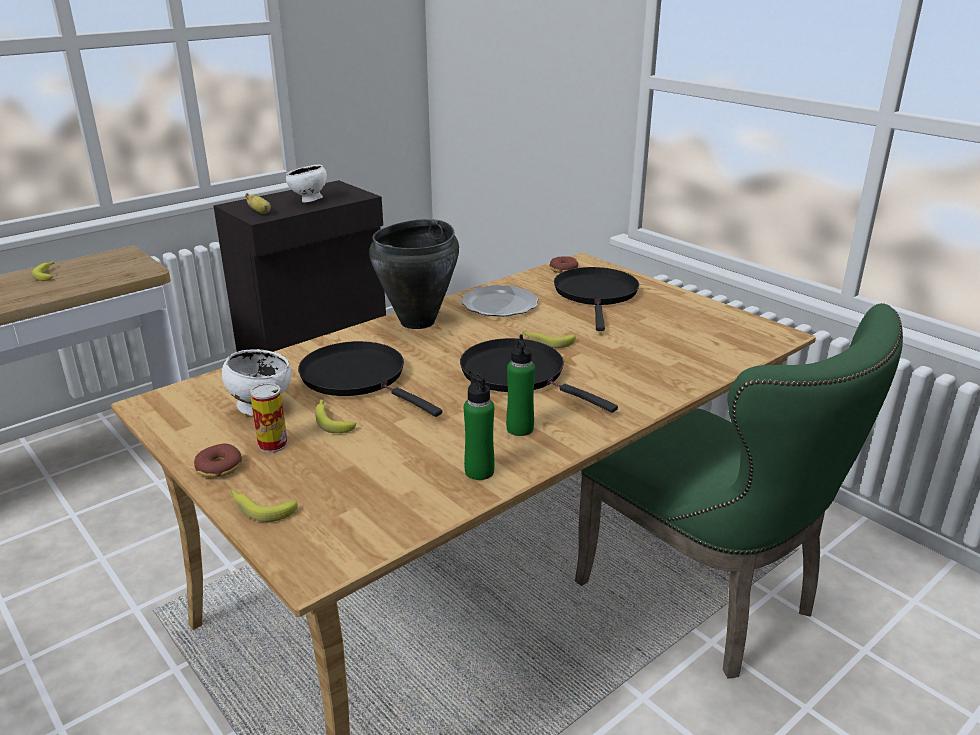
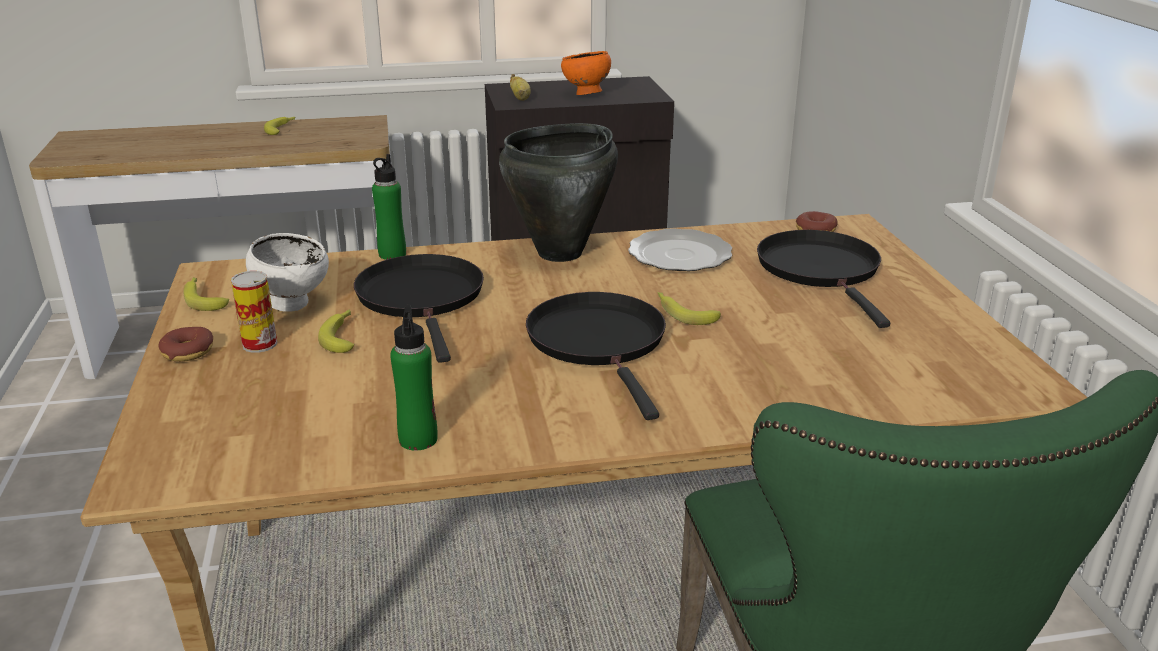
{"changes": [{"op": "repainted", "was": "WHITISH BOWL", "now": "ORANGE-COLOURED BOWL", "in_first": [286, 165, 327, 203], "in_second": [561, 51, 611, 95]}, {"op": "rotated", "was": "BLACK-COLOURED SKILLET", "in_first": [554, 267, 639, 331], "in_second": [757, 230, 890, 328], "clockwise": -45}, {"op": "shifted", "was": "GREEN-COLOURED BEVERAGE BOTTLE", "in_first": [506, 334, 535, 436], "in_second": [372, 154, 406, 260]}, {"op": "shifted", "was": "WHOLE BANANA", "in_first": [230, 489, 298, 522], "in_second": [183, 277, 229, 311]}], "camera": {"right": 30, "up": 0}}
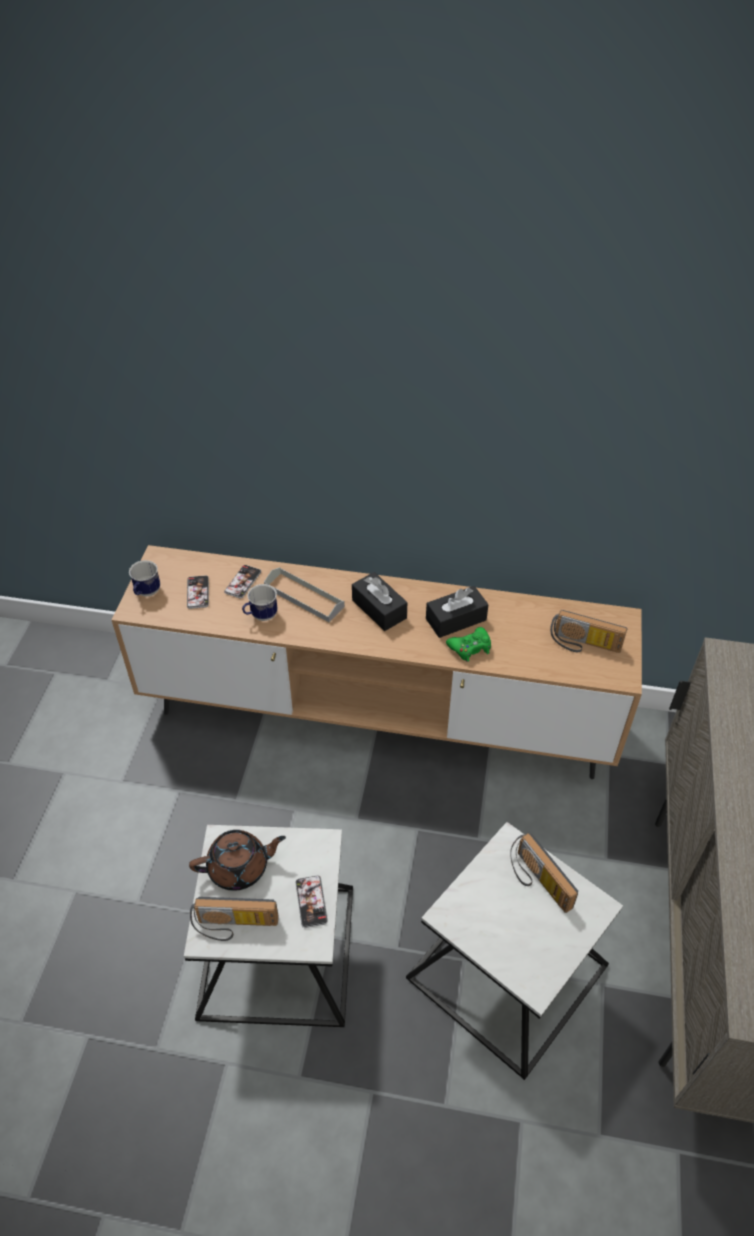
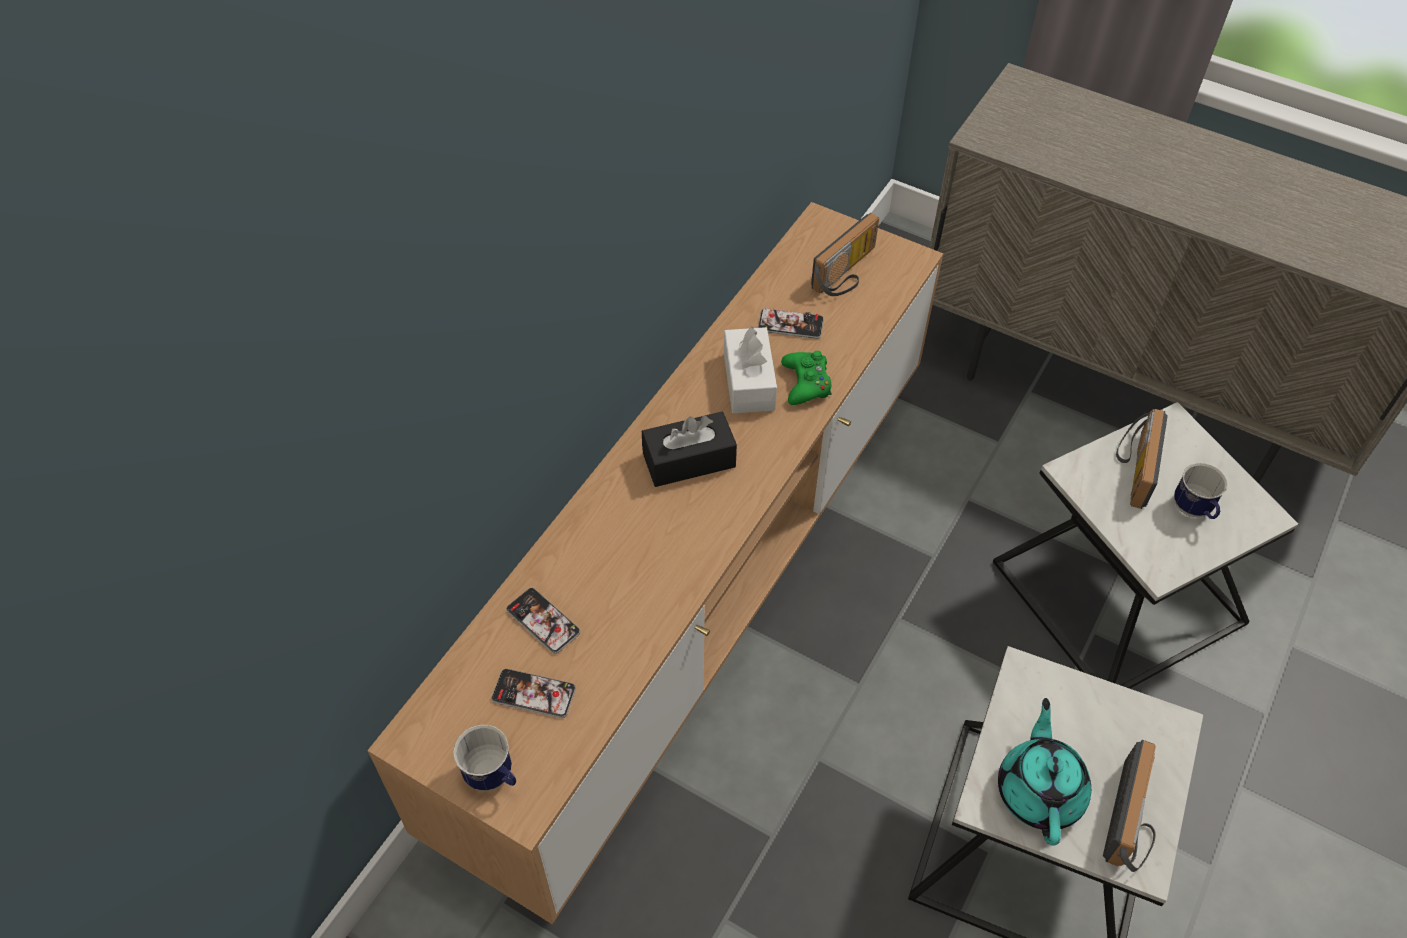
{"changes": [{"op": "gone", "was": "GRAY CARRYING TRAY", "in_first": [264, 567, 345, 622]}, {"op": "shifted", "was": "MUG", "in_first": [242, 584, 278, 621], "in_second": [1174, 463, 1228, 519]}, {"op": "repainted", "was": "BLACK-COLOURED BOX OF TISSUES", "now": "WHITISH BOX OF TISSUES", "in_first": [426, 586, 489, 638], "in_second": [724, 326, 777, 413]}, {"op": "repainted", "was": "BROWNISH TEA POT", "now": "BLUE-GREEN TEA POT", "in_first": [189, 830, 286, 891], "in_second": [998, 698, 1091, 845]}, {"op": "rotated", "was": "RADIO RECEIVER", "in_first": [510, 833, 578, 913], "in_second": [1116, 409, 1168, 509], "clockwise": 120}, {"op": "shifted", "was": "PHONE", "in_first": [296, 875, 328, 928], "in_second": [758, 308, 824, 339]}], "camera": {"right": -70, "up": 5}}
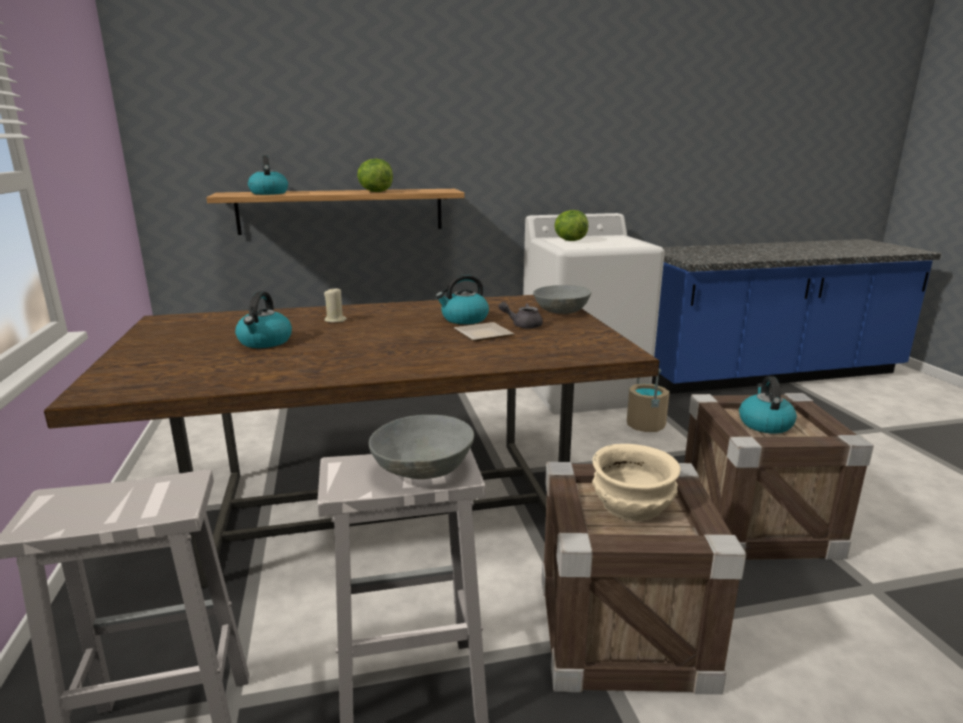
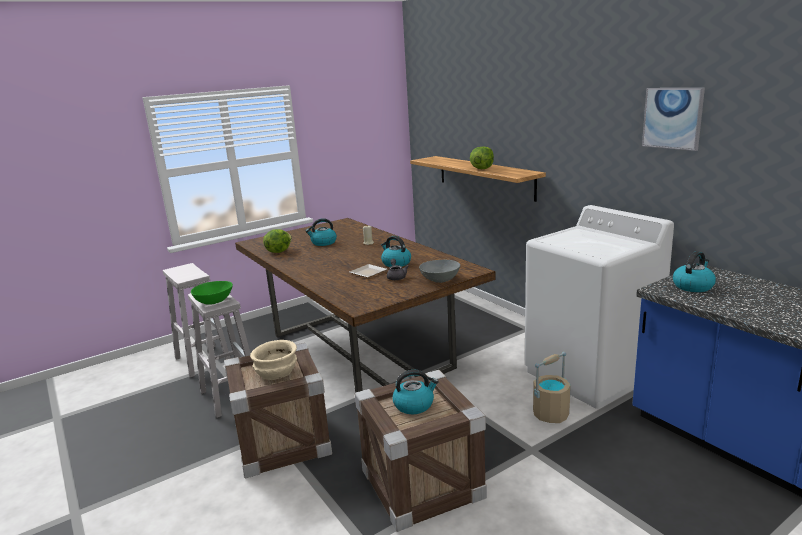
{"changes": [{"op": "shifted", "was": "TEA KETTLE", "in_first": [248, 155, 288, 195], "in_second": [673, 251, 716, 292]}, {"op": "shifted", "was": "LETTUCE", "in_first": [554, 210, 588, 241], "in_second": [263, 229, 292, 253]}, {"op": "repainted", "was": "GRAY BOWL", "now": "GREEN-COLOURED BOWL", "in_first": [369, 415, 474, 479], "in_second": [191, 281, 233, 305]}, {"op": "new", "now": "WALL ART", "in_second": [642, 88, 705, 151]}], "camera": {"right": 70, "up": 0}}
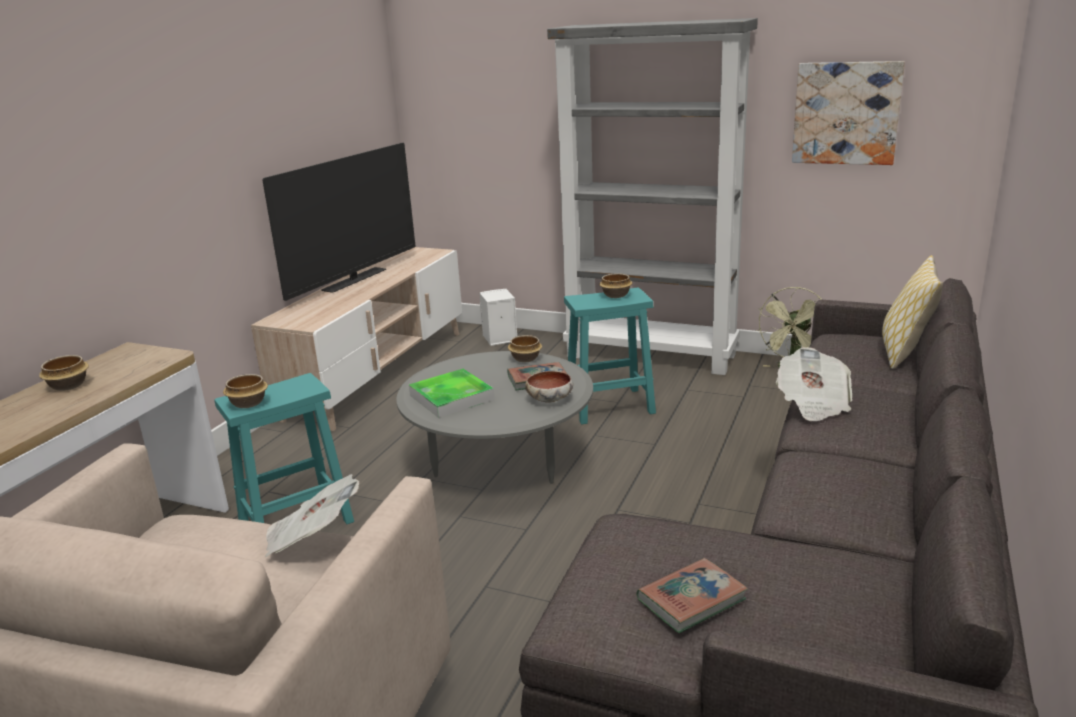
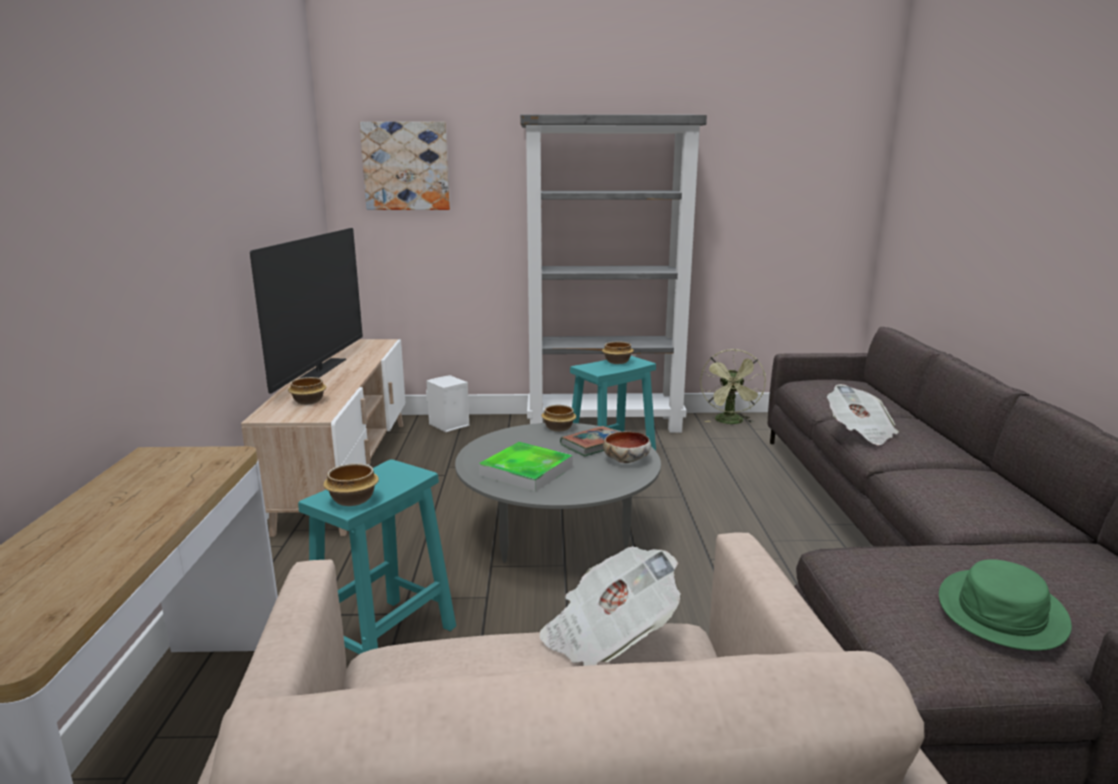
{"changes": [{"op": "shifted", "was": "WALL ART", "in_first": [792, 61, 905, 165], "in_second": [360, 122, 450, 210]}, {"op": "gone", "was": "PILLOW", "in_first": [882, 255, 943, 369]}, {"op": "shifted", "was": "BOWL", "in_first": [39, 355, 89, 391], "in_second": [288, 377, 326, 405]}, {"op": "swapped", "was": "BOOK", "now": "GREEN-COLOURED WEARABLE HAT", "in_first": [637, 558, 748, 633], "in_second": [939, 559, 1072, 651]}], "camera": {"right": -25, "up": -5}}
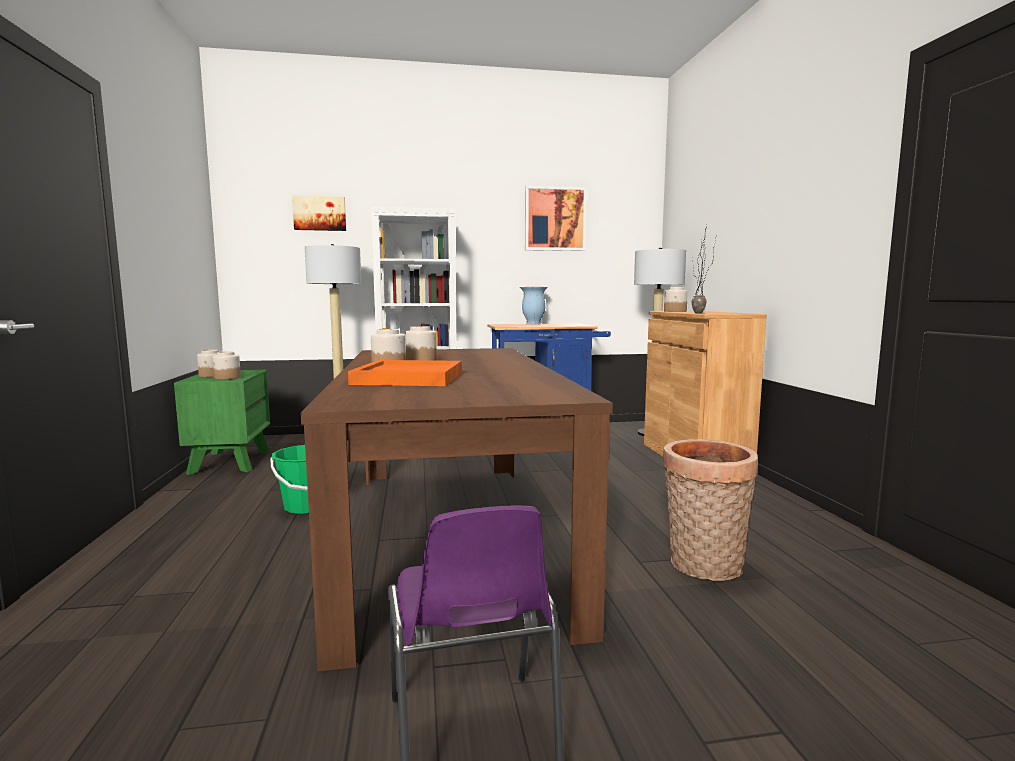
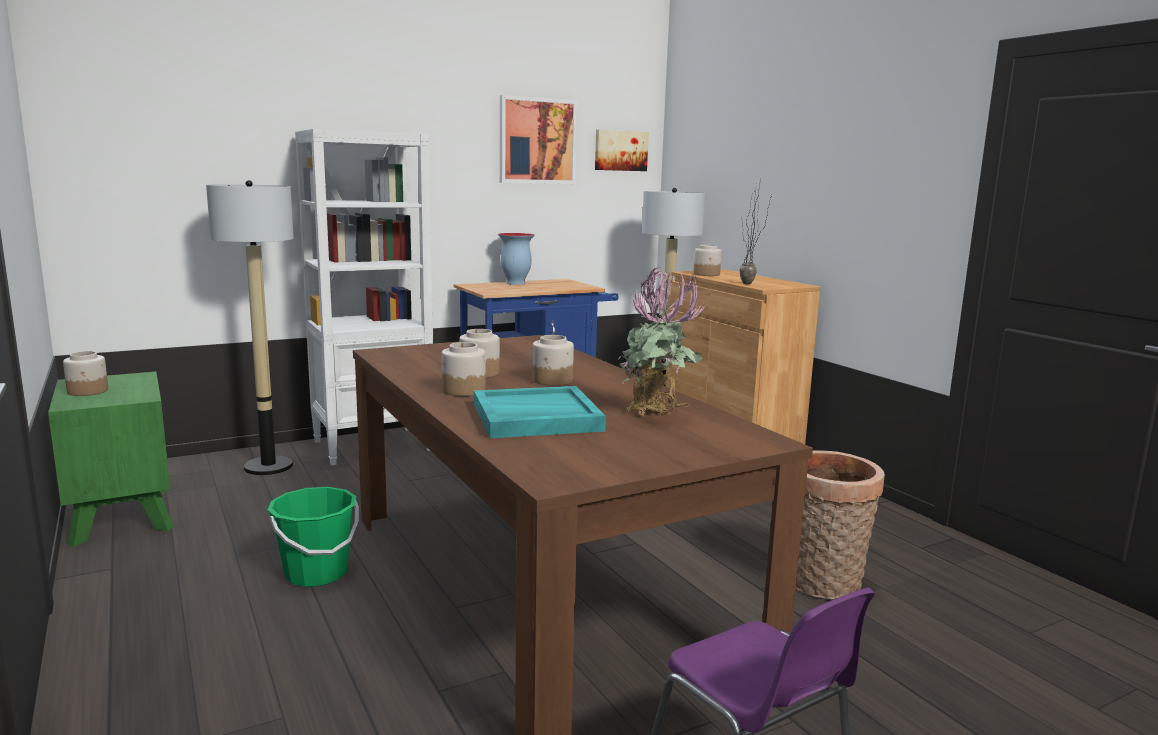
{"changes": [{"op": "shifted", "was": "WALL ART", "in_first": [292, 195, 346, 231], "in_second": [595, 129, 649, 171]}, {"op": "shifted", "was": "STORAGE JAR", "in_first": [213, 351, 241, 380], "in_second": [532, 335, 574, 386]}, {"op": "repainted", "was": "ORANGE-COLOURED CARRYING TRAY", "now": "BLUE-GREEN CARRYING TRAY", "in_first": [348, 360, 462, 386], "in_second": [474, 386, 606, 438]}, {"op": "new", "now": "HOUSEPLANT", "in_second": [618, 268, 704, 417]}], "camera": {"right": -20, "up": 5}}
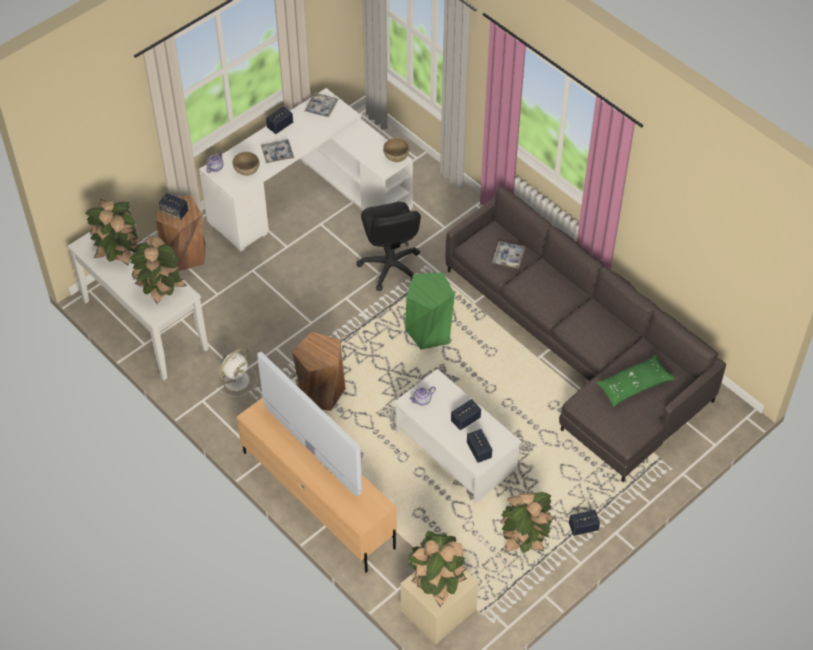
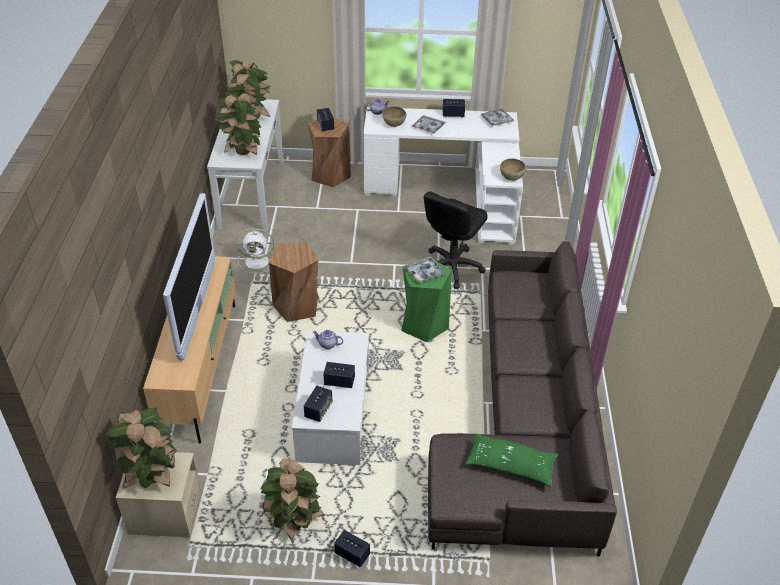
{"changes": [{"op": "shifted", "was": "CARRYING TRAY", "in_first": [492, 241, 525, 269], "in_second": [405, 257, 446, 283]}], "camera": {"right": 45, "up": -10}}
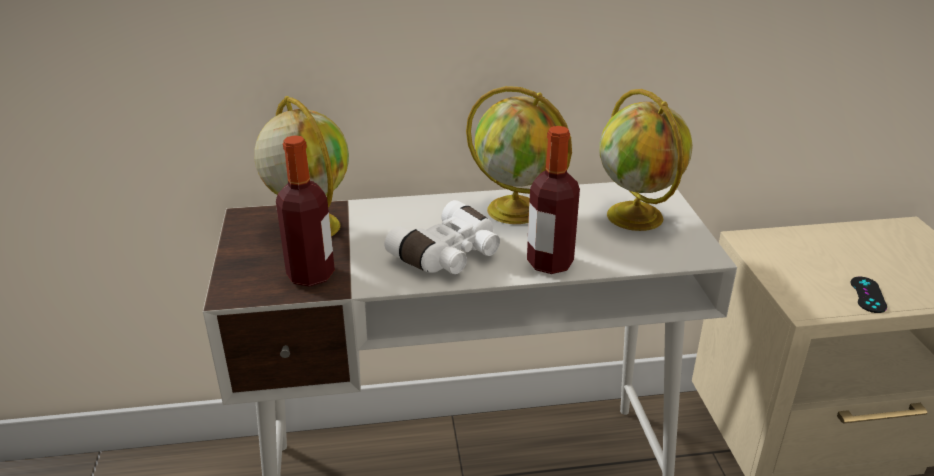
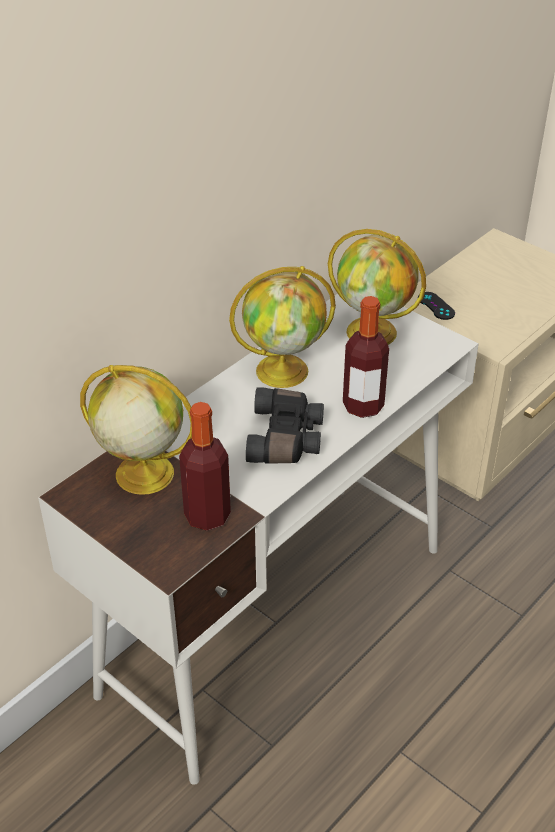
{"changes": [{"op": "repainted", "was": "WHITISH PAIR OF BINOCULARS", "now": "BLACK-COLOURED PAIR OF BINOCULARS", "in_first": [384, 200, 500, 274], "in_second": [246, 387, 324, 464]}, {"op": "shifted", "was": "BLACK-COLOURED GAME CONTROLLER", "in_first": [851, 277, 887, 313], "in_second": [418, 292, 455, 320]}], "camera": {"right": -40, "up": 10}}
